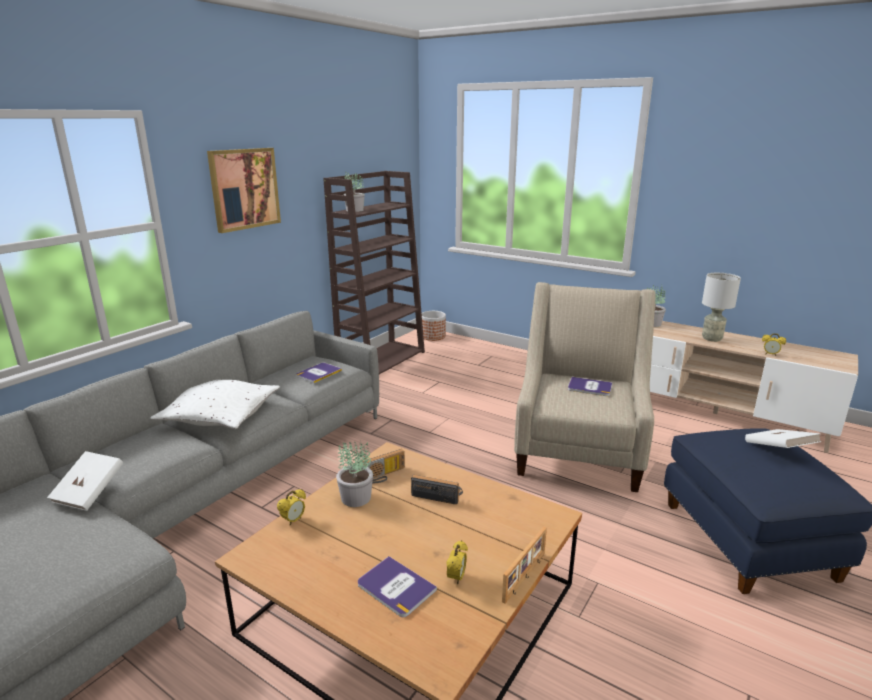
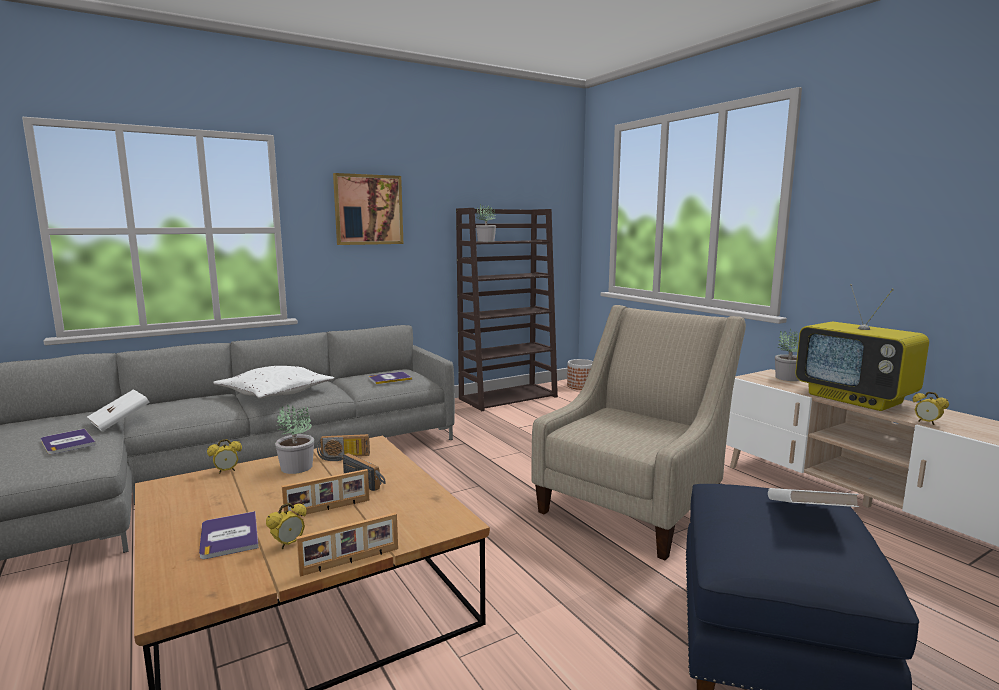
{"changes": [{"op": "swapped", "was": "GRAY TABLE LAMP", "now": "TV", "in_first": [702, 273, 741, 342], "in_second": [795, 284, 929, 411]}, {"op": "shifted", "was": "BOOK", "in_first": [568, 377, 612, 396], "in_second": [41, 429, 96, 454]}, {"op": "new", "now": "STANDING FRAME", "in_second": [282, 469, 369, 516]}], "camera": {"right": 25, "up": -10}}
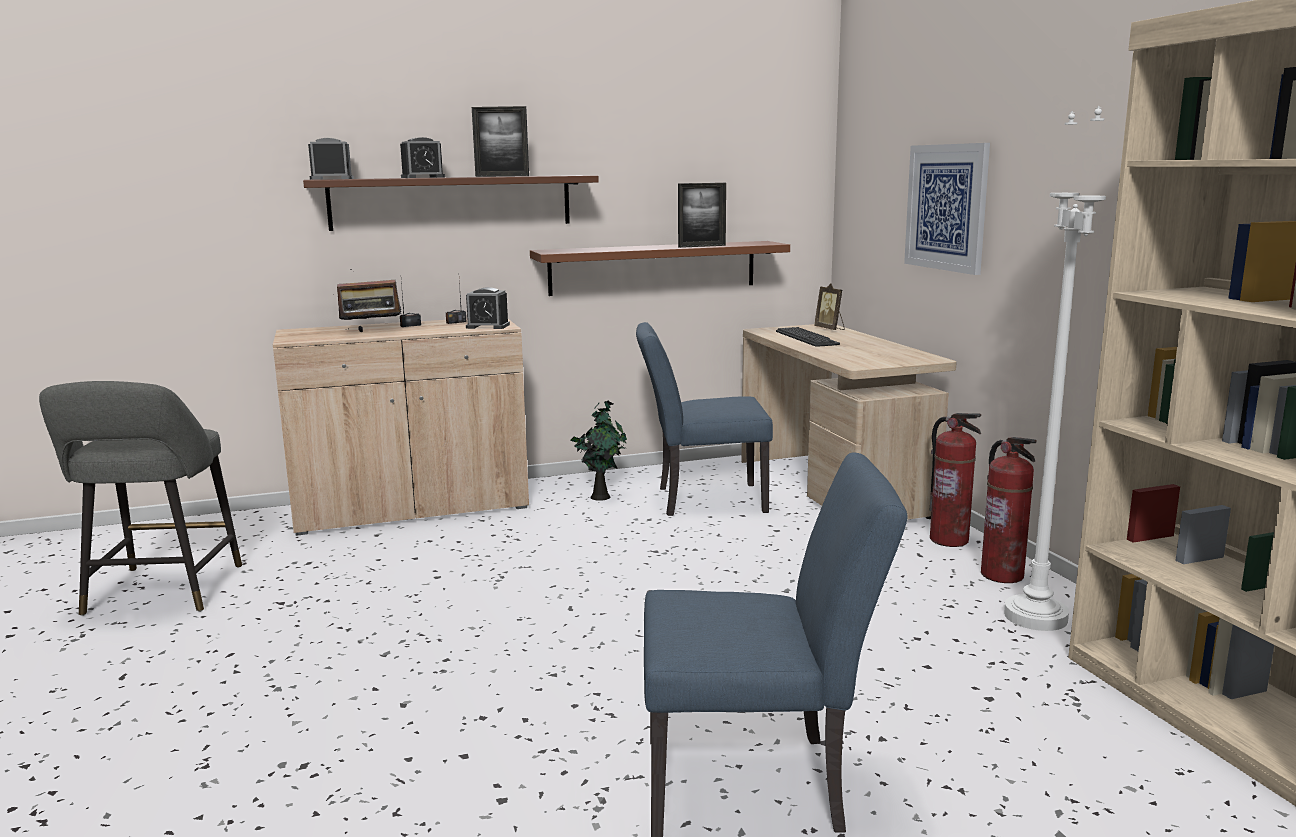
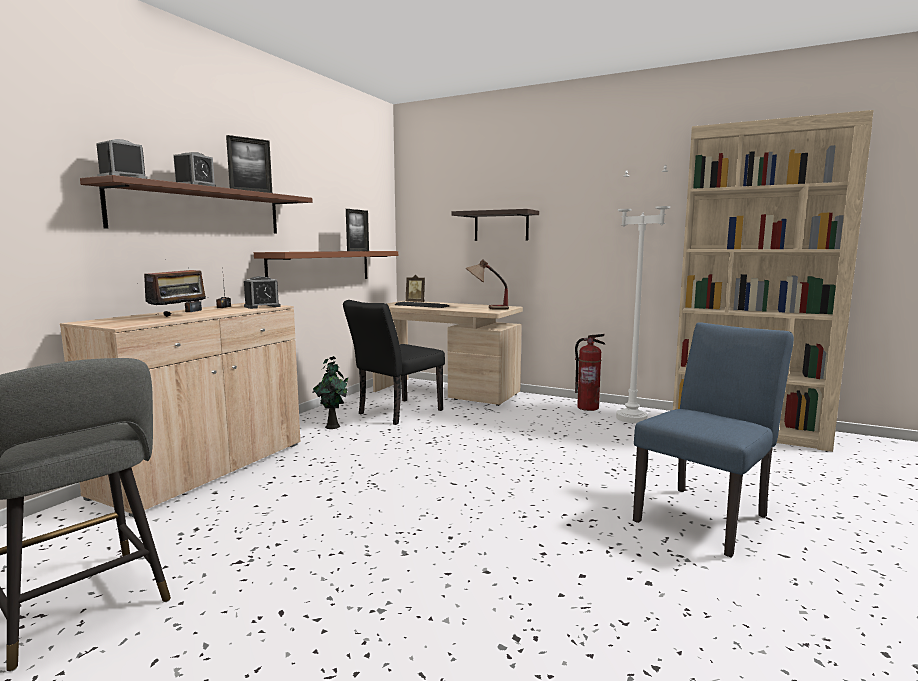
{"changes": [{"op": "swapped", "was": "WALL ART", "now": "BRACKET SHELF", "in_first": [904, 143, 990, 275], "in_second": [451, 209, 539, 241]}, {"op": "repainted", "was": "BLUE CHAIR", "now": "BLACK-COLOURED CHAIR", "in_first": [636, 322, 773, 516], "in_second": [343, 300, 445, 425]}, {"op": "gone", "was": "FIRE-FIGHTING CYLINDER", "in_first": [929, 413, 981, 547]}, {"op": "new", "now": "TABLE LAMP", "in_second": [465, 259, 509, 309]}], "camera": {"right": -45, "up": -5}}
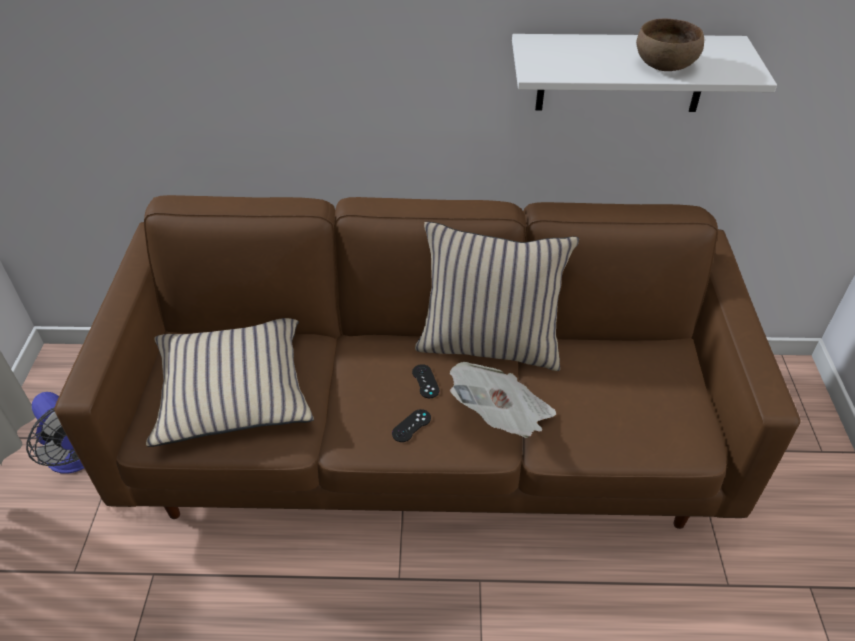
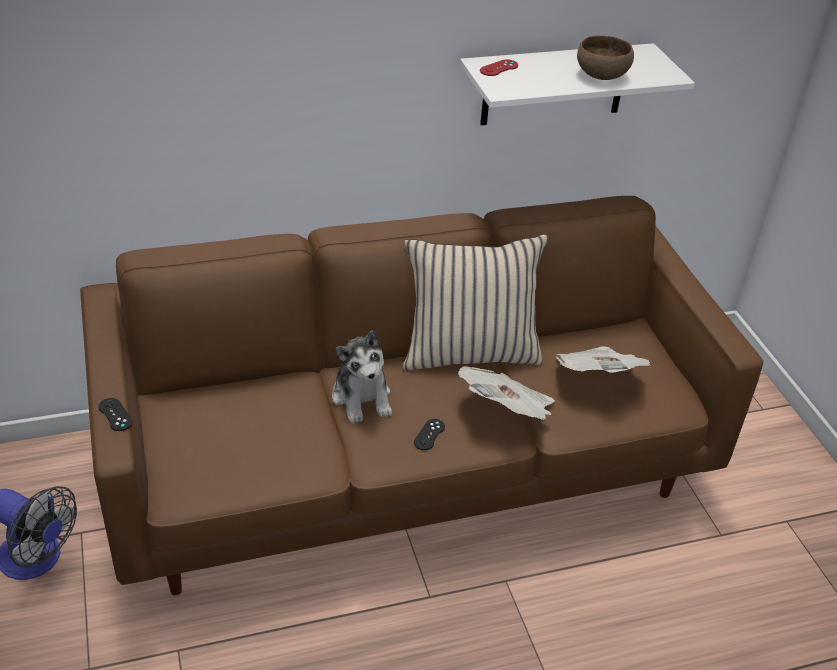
{"changes": [{"op": "gone", "was": "BEIGE PILLOW", "in_first": [146, 318, 314, 447]}, {"op": "shifted", "was": "BLACK-COLOURED GAME CONTROLLER", "in_first": [412, 364, 440, 398], "in_second": [98, 398, 132, 431]}, {"op": "new", "now": "RED GAME CONTROLLER", "in_second": [480, 59, 518, 76]}, {"op": "new", "now": "SOFT TOY", "in_second": [332, 330, 392, 424]}, {"op": "new", "now": "DAILY PAPER", "in_second": [556, 347, 650, 373]}], "camera": {"right": -20, "up": -5}}
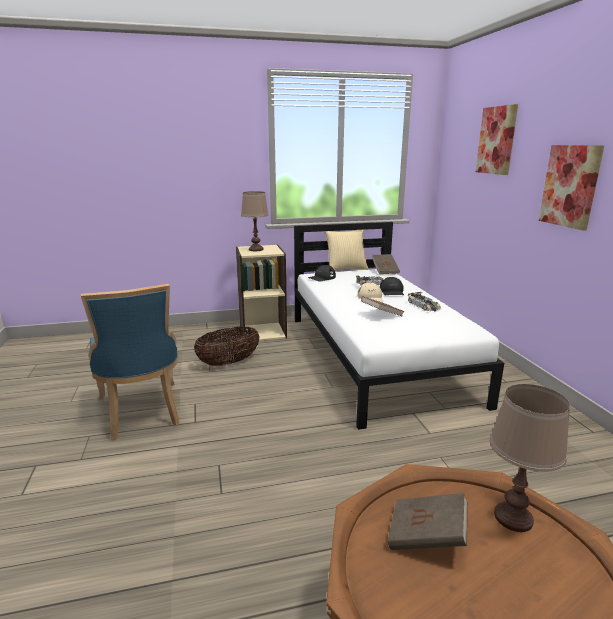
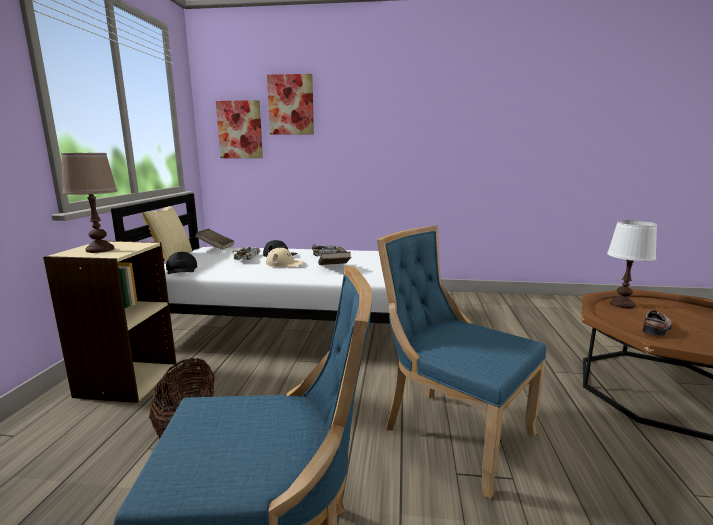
{"changes": [{"op": "shifted", "was": "WALL ART", "in_first": [539, 145, 604, 231], "in_second": [216, 100, 263, 158]}, {"op": "repainted", "was": "BROWNISH TABLE LAMP", "now": "WHITISH TABLE LAMP", "in_first": [490, 384, 570, 532], "in_second": [607, 220, 657, 309]}, {"op": "swapped", "was": "BROWNISH BOOK", "now": "LOW SHOE", "in_first": [387, 493, 468, 550], "in_second": [642, 310, 672, 336]}, {"op": "new", "now": "BLUE CHAIR", "in_second": [377, 226, 546, 499]}], "camera": {"right": -70, "up": -5}}
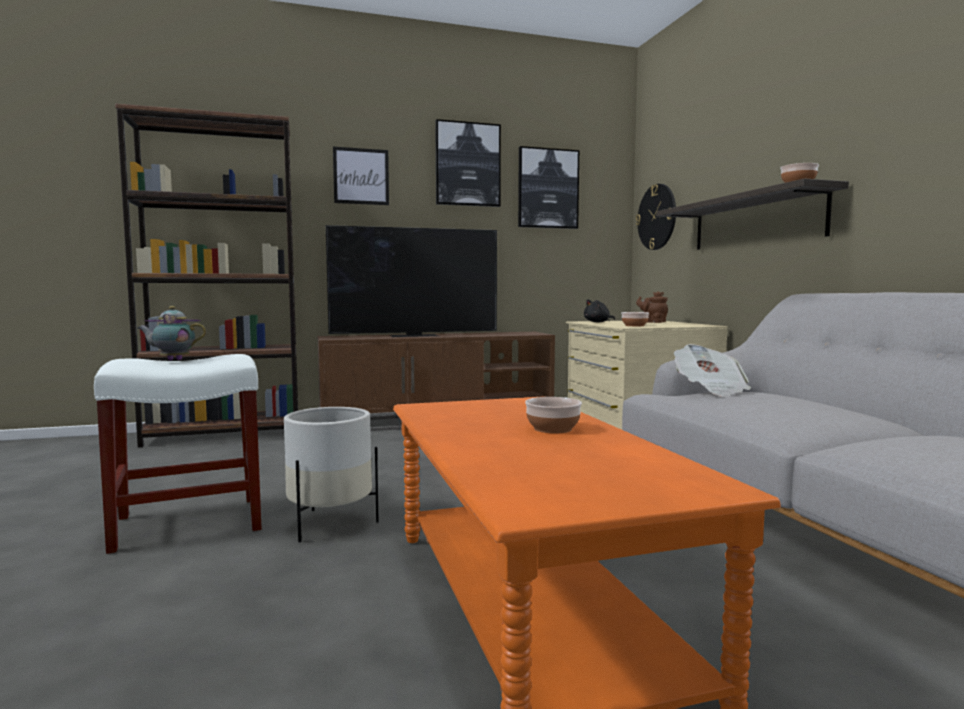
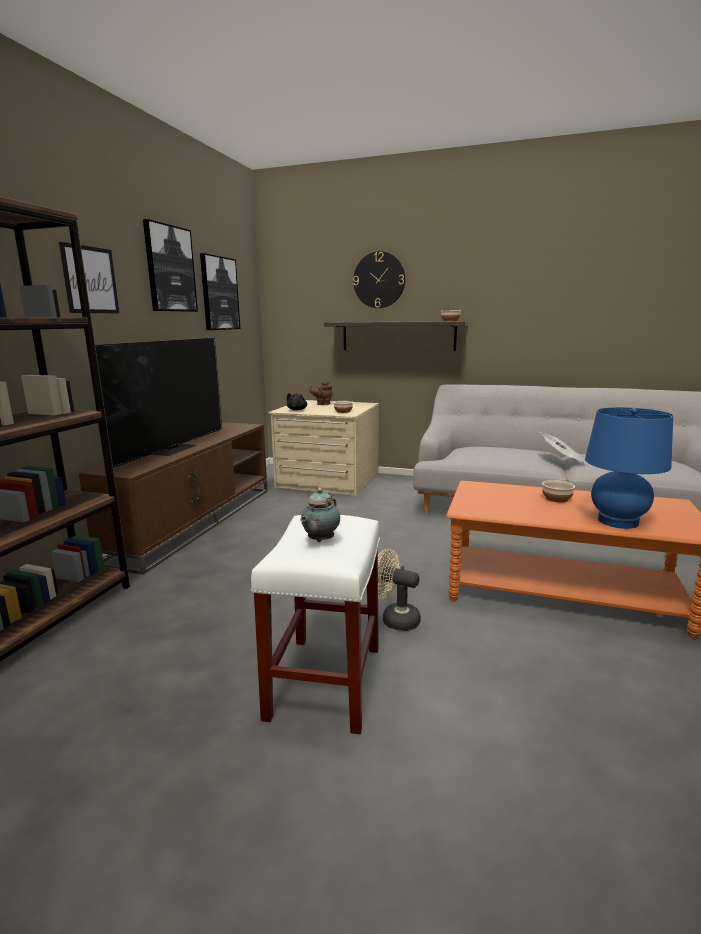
{"changes": [{"op": "shifted", "was": "CLOCK ON THE WALL", "in_first": [636, 184, 676, 250], "in_second": [353, 251, 405, 308]}, {"op": "shifted", "was": "DAILY PAPER", "in_first": [674, 344, 751, 397], "in_second": [540, 432, 587, 464]}, {"op": "swapped", "was": "WHITISH FLOWER POT", "now": "BEIGE ELECTRIC FAN", "in_first": [284, 407, 379, 542], "in_second": [378, 549, 421, 631]}, {"op": "new", "now": "BLUE TABLE LAMP", "in_second": [585, 407, 673, 529]}], "camera": {"right": -55, "up": 10}}
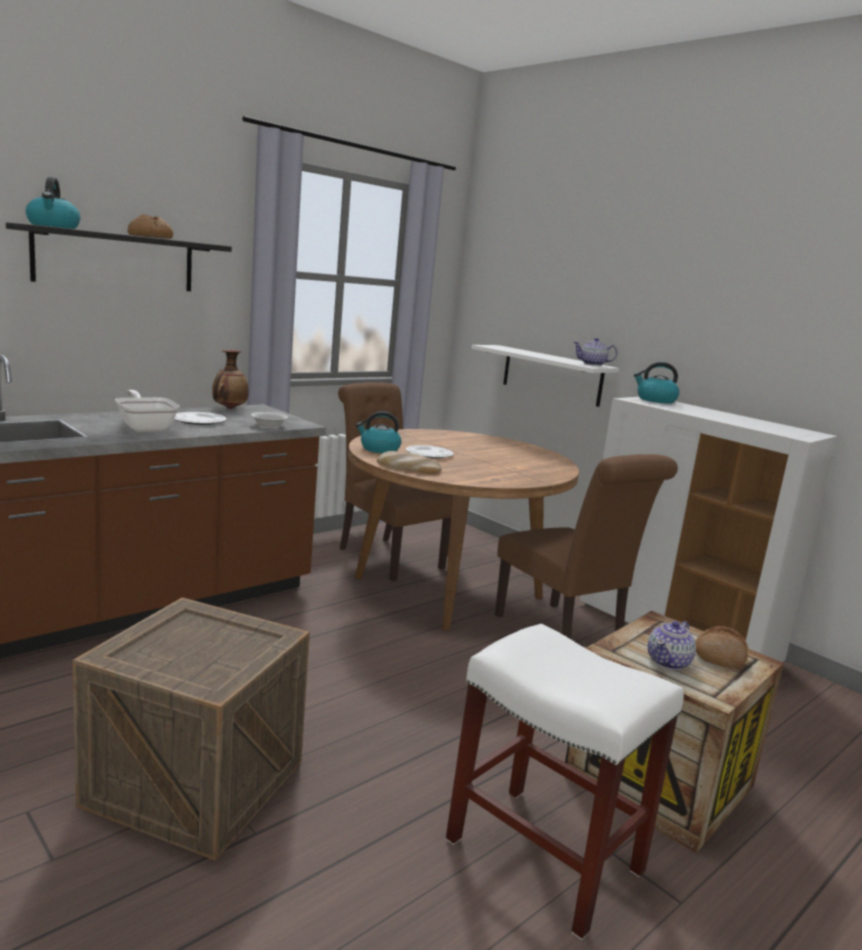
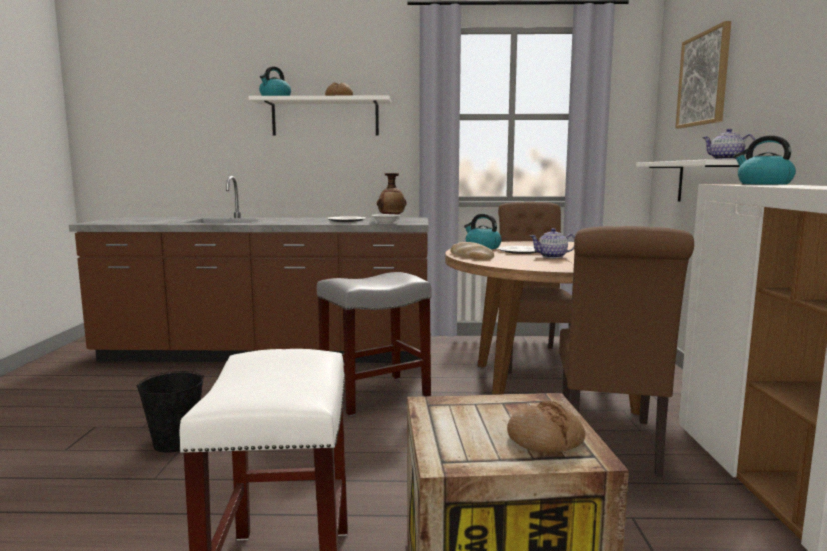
{"changes": [{"op": "repainted", "was": "BLACK-COLOURED BRACKET SHELF", "now": "WHITISH BRACKET SHELF", "in_first": [6, 222, 232, 291], "in_second": [248, 96, 391, 136]}, {"op": "gone", "was": "SKILLET", "in_first": [115, 390, 180, 432]}, {"op": "swapped", "was": "SHIPPING CRATE", "now": "BLACK-COLOURED WATER BUCKET", "in_first": [72, 597, 310, 861], "in_second": [137, 371, 204, 453]}, {"op": "shifted", "was": "TEA POT", "in_first": [648, 621, 696, 670], "in_second": [530, 228, 575, 258]}, {"op": "new", "now": "WALL ART", "in_second": [675, 21, 731, 129]}, {"op": "new", "now": "GRAY STOOL", "in_second": [317, 272, 431, 416]}], "camera": {"right": 45, "up": -5}}
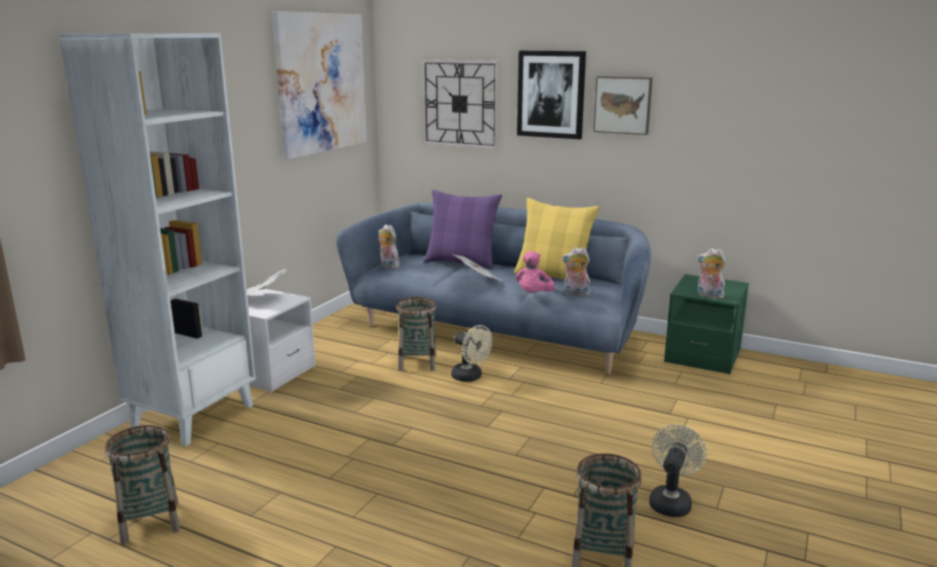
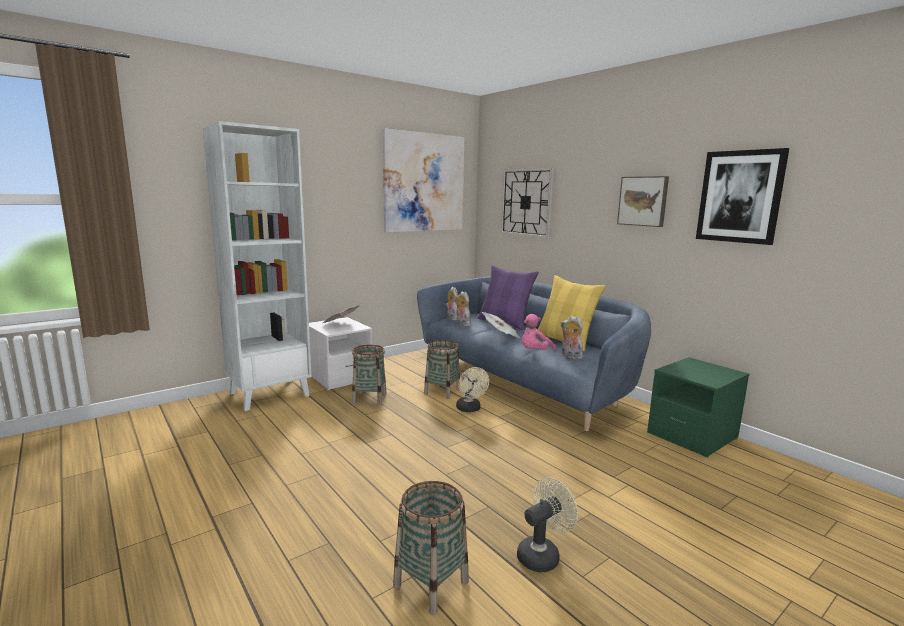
{"changes": [{"op": "shifted", "was": "WALL ART", "in_first": [517, 51, 586, 139], "in_second": [696, 148, 789, 245]}, {"op": "shifted", "was": "SOFT TOY", "in_first": [697, 248, 726, 299], "in_second": [456, 291, 471, 327]}, {"op": "shifted", "was": "HOUSEHOLD BASKET", "in_first": [105, 425, 180, 544], "in_second": [352, 345, 386, 405]}], "camera": {"right": 25, "up": -5}}
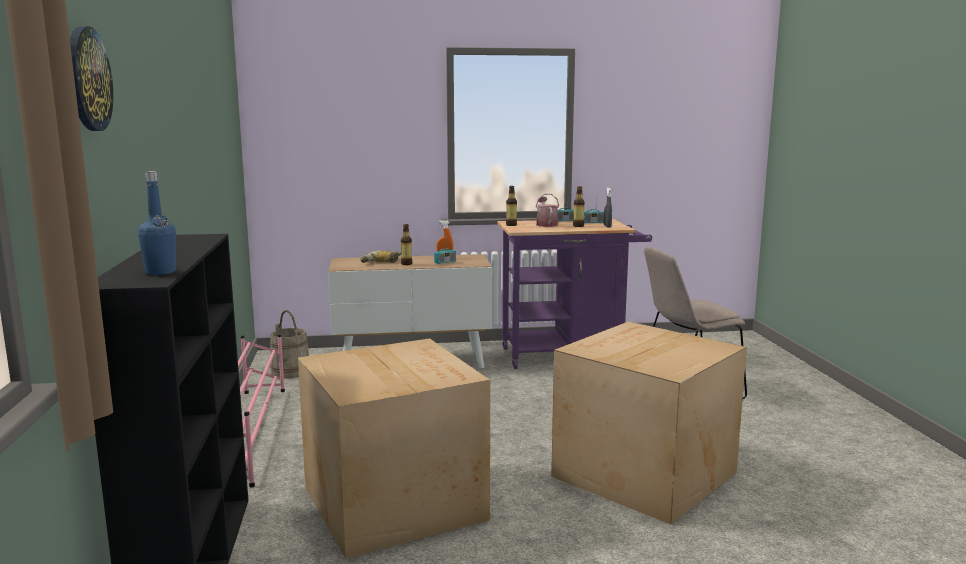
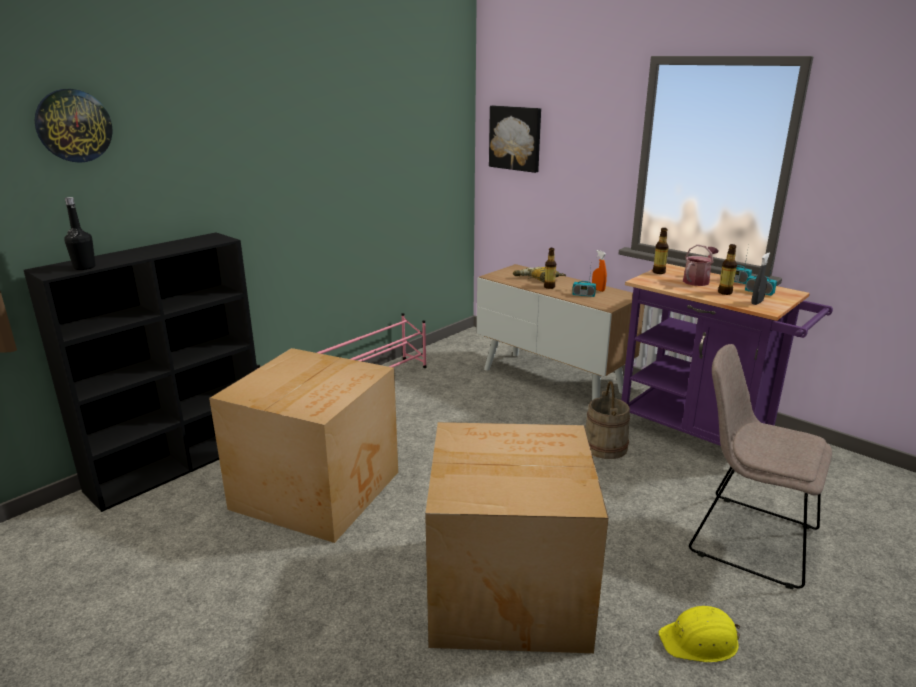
{"changes": [{"op": "repainted", "was": "BLUE BEVERAGE BOTTLE", "now": "BLACK-COLOURED BEVERAGE BOTTLE", "in_first": [138, 171, 176, 275], "in_second": [64, 197, 95, 270]}, {"op": "shifted", "was": "BEIGE WATER BUCKET", "in_first": [270, 310, 309, 378], "in_second": [585, 381, 630, 459]}, {"op": "new", "now": "WALL ART", "in_second": [489, 106, 541, 173]}, {"op": "new", "now": "YELLOW HARD HAT", "in_second": [659, 606, 740, 662]}], "camera": {"right": 50, "up": 10}}
